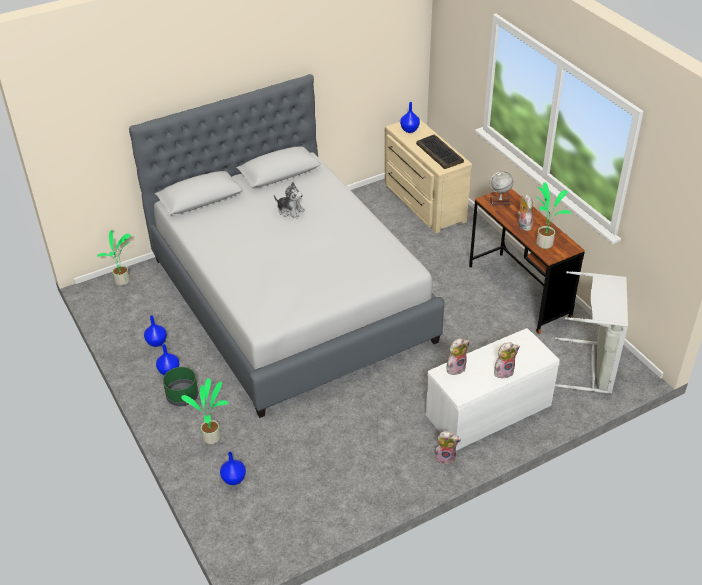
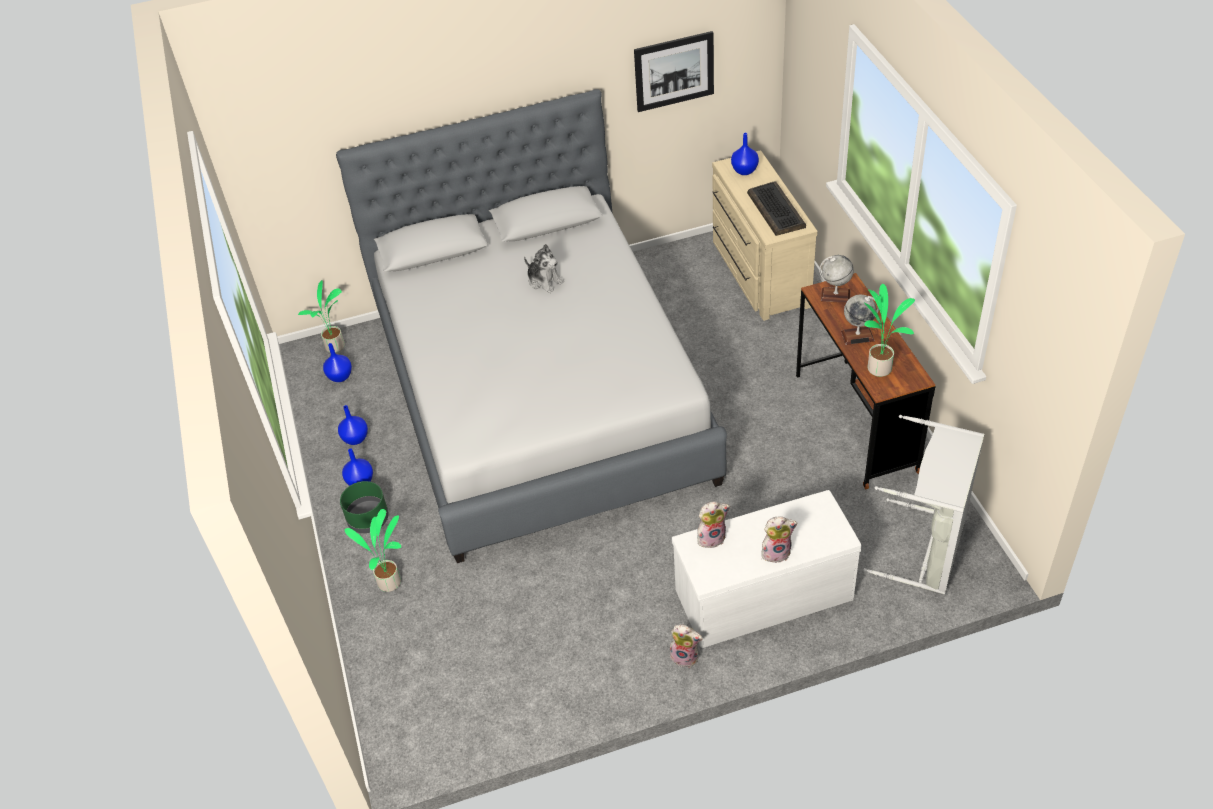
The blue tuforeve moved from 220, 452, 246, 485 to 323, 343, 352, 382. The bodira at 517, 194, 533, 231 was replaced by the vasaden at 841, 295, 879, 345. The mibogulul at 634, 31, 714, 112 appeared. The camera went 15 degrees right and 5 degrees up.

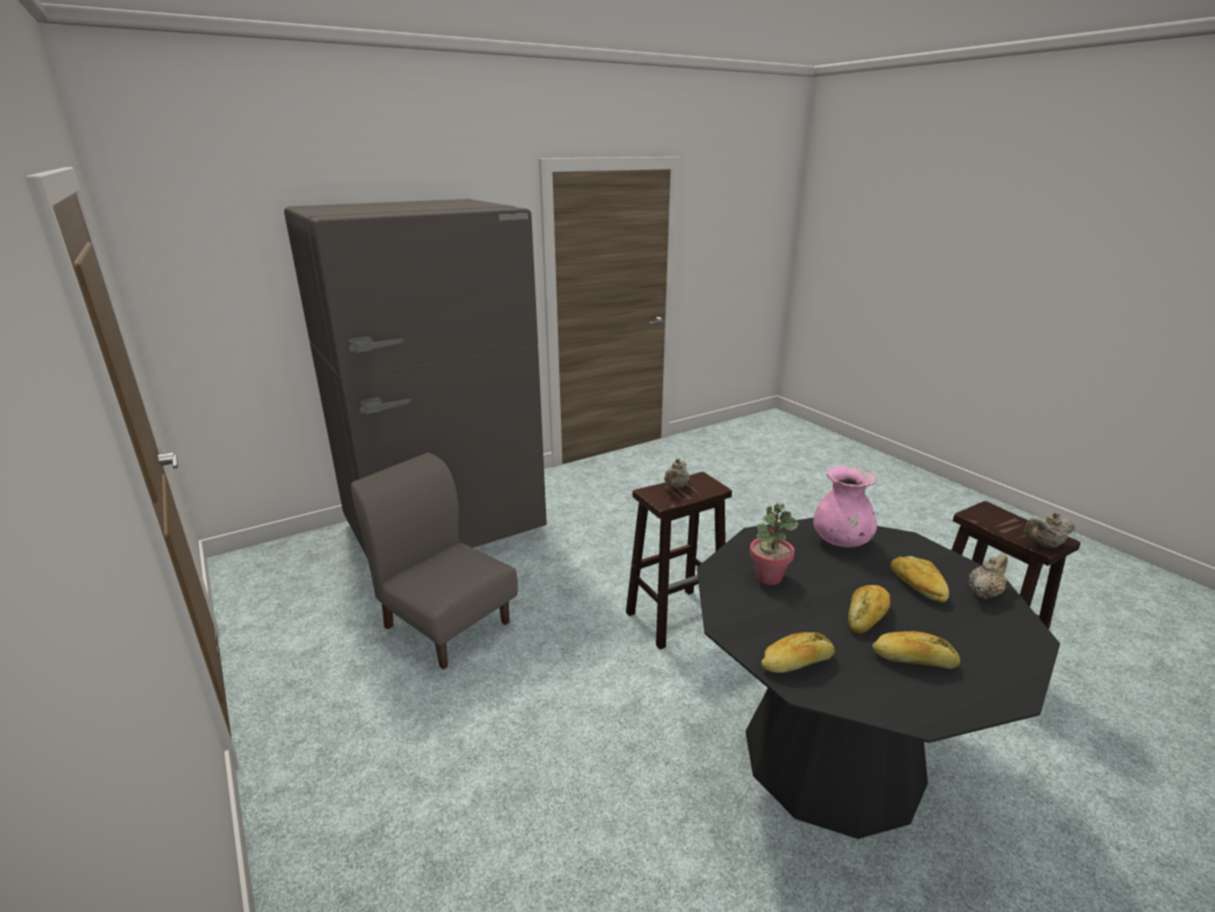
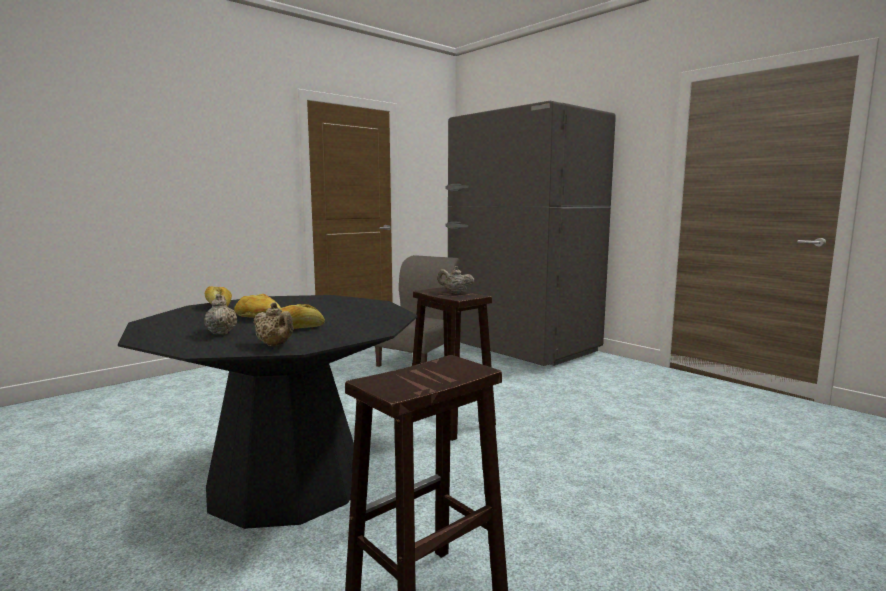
The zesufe at 750, 503, 799, 585 disappeared. The pink tuforeve at 813, 466, 877, 547 disappeared. The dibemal at 872, 631, 960, 669 disappeared. The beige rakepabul moved from 1024, 513, 1075, 548 to 204, 294, 237, 335. The camera went 80 degrees right and 15 degrees down.

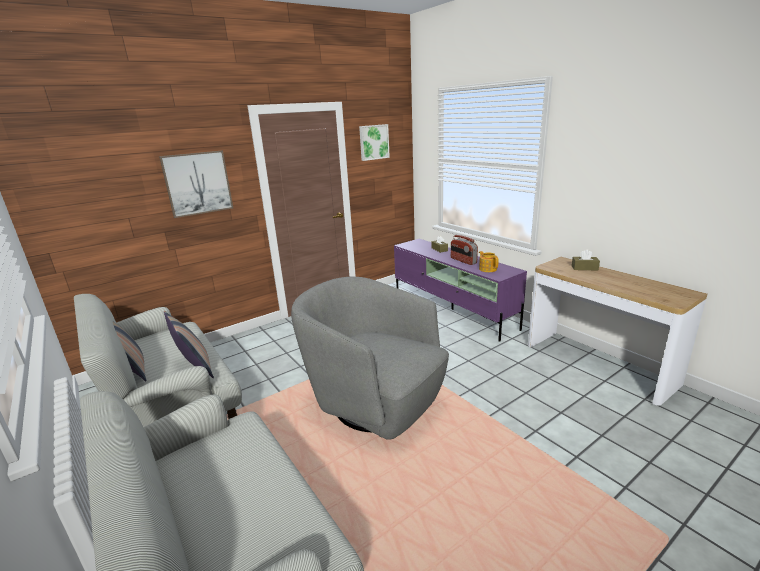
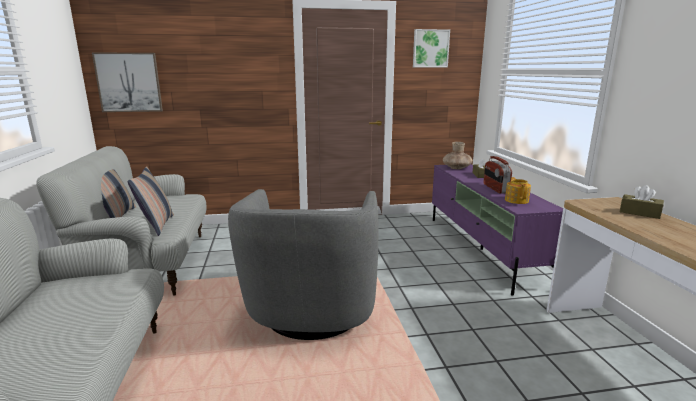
The mibogulul moved from 159, 151, 233, 218 to 92, 52, 163, 112. The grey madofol at 291, 277, 449, 440 turned 150 degrees counterclockwise. The brown tuforeve at 443, 142, 473, 169 appeared. The camera went 25 degrees right and 5 degrees down.

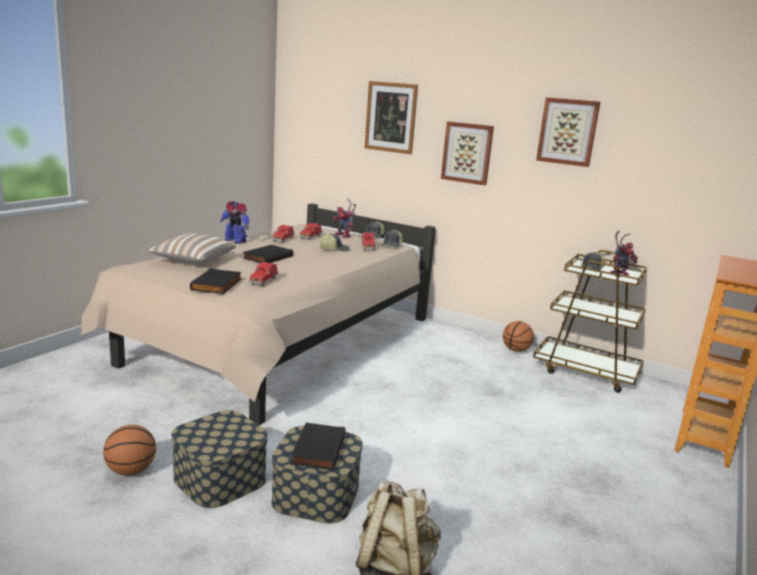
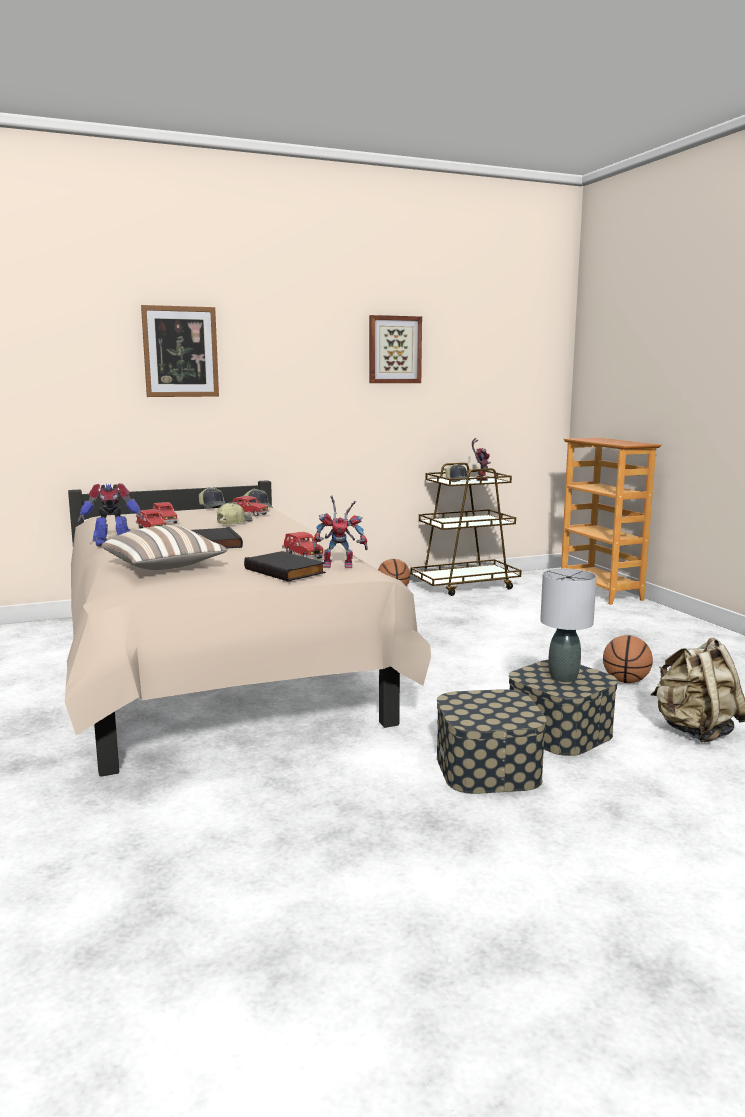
The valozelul moved from 103, 425, 156, 475 to 603, 635, 653, 683. The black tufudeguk at 290, 423, 346, 471 was replaced by the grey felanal at 540, 568, 597, 682. The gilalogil moved from 332, 199, 356, 238 to 314, 496, 368, 568. The mibogulul at 441, 122, 494, 185 disappeared. The camera went 50 degrees left and 5 degrees down.

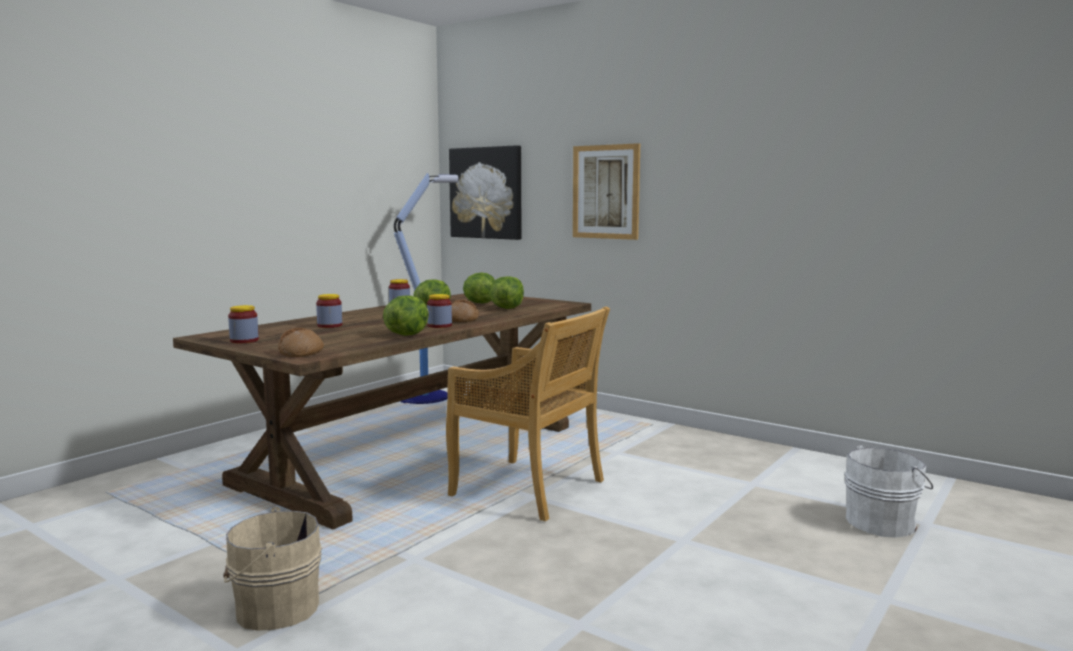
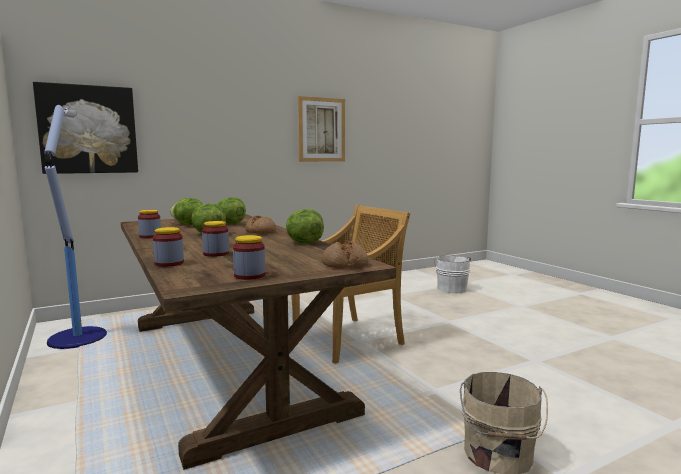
The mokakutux moved from 427, 294, 452, 328 to 153, 227, 184, 267. The mibogulul moved from 573, 143, 640, 240 to 298, 96, 345, 162. The camera went 65 degrees left and 0 degrees up.

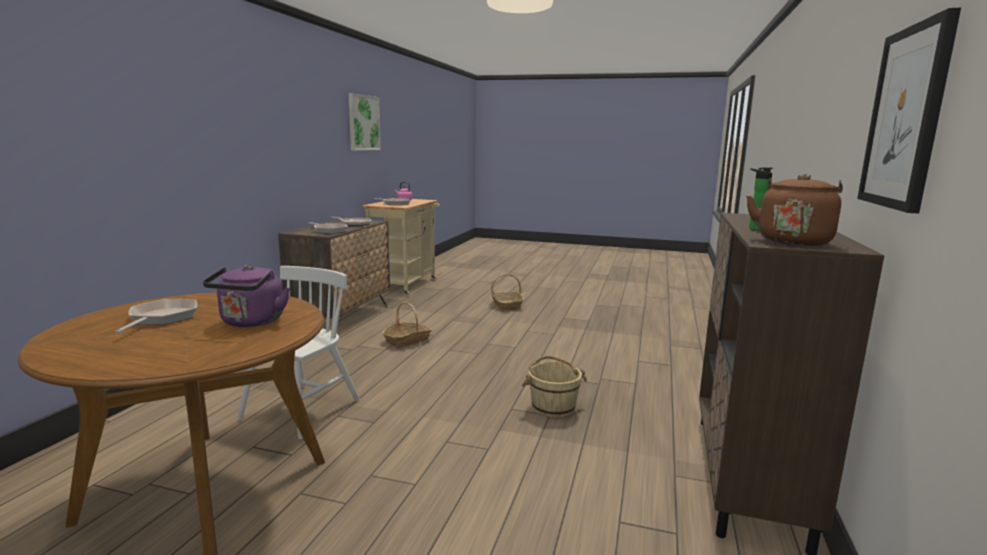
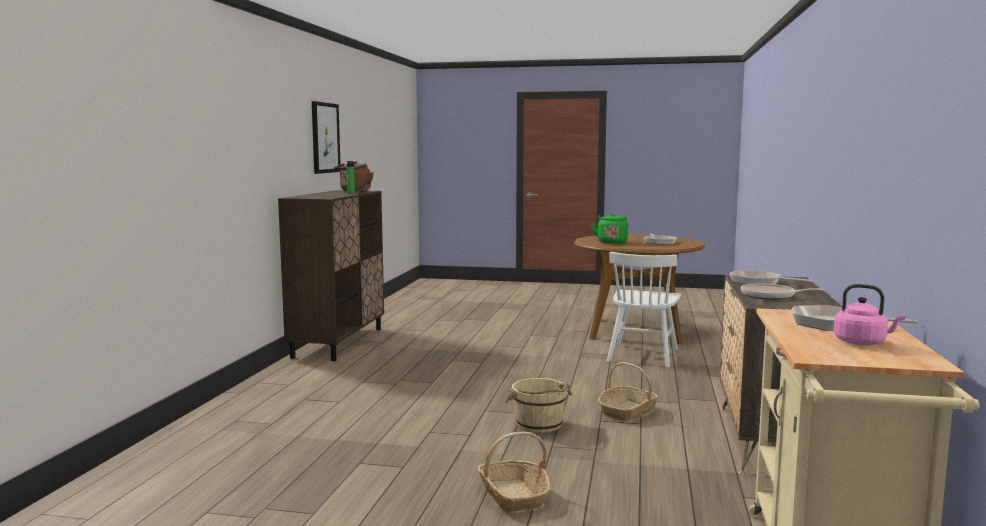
The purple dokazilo at 203, 265, 290, 327 became the green dokazilo at 591, 213, 628, 244. The mibogulul at 348, 93, 381, 151 disappeared. The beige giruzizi moved from 522, 356, 587, 417 to 505, 378, 572, 433. The camera went 175 degrees right and 5 degrees down.

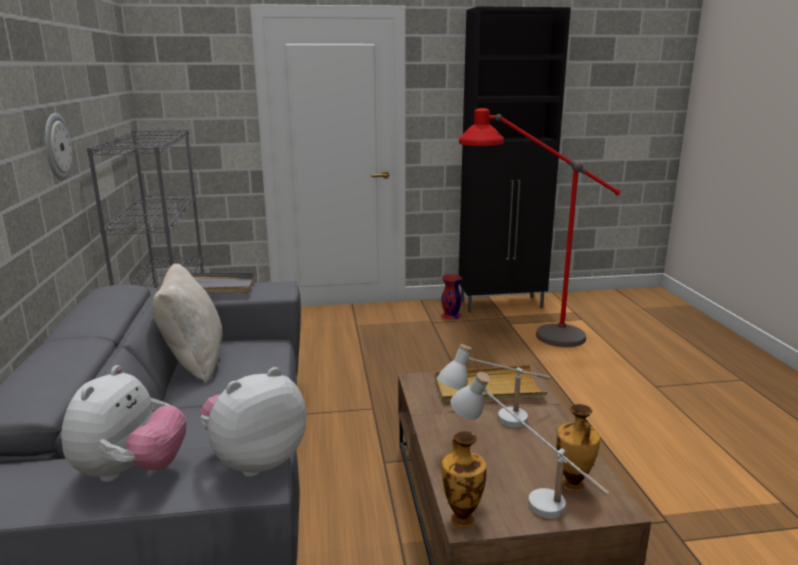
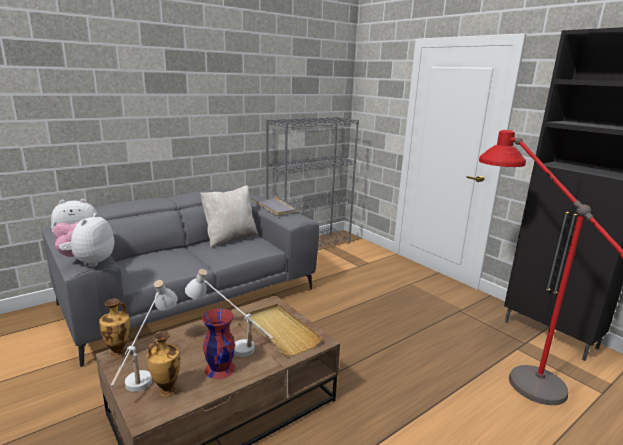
The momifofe at 44, 113, 73, 180 disappeared. The bodira at 200, 367, 306, 477 turned 105 degrees counterclockwise. The red tuforeve moved from 441, 274, 462, 320 to 202, 308, 235, 379. The camera went 60 degrees right and 0 degrees up.

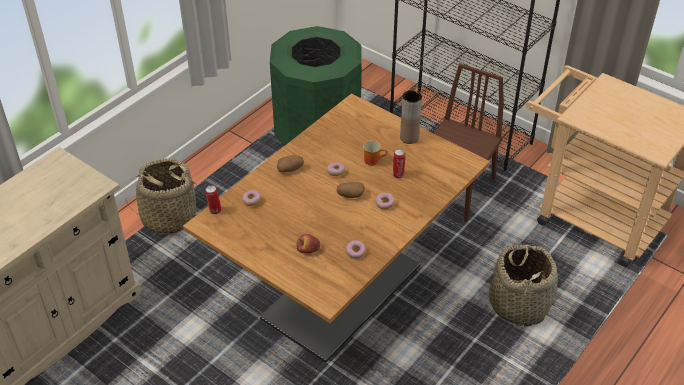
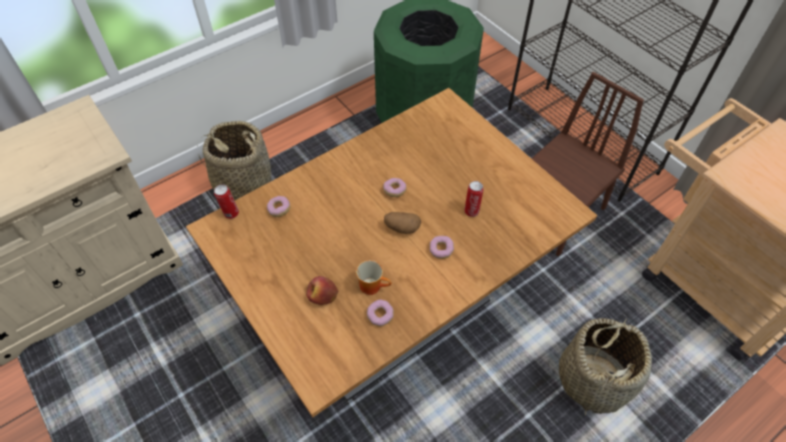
The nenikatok at 277, 155, 304, 173 disappeared. The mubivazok moved from 363, 140, 388, 166 to 356, 260, 392, 295. The brown tuforeve at 400, 90, 422, 144 disappeared. The camera went 15 degrees right and 10 degrees up.

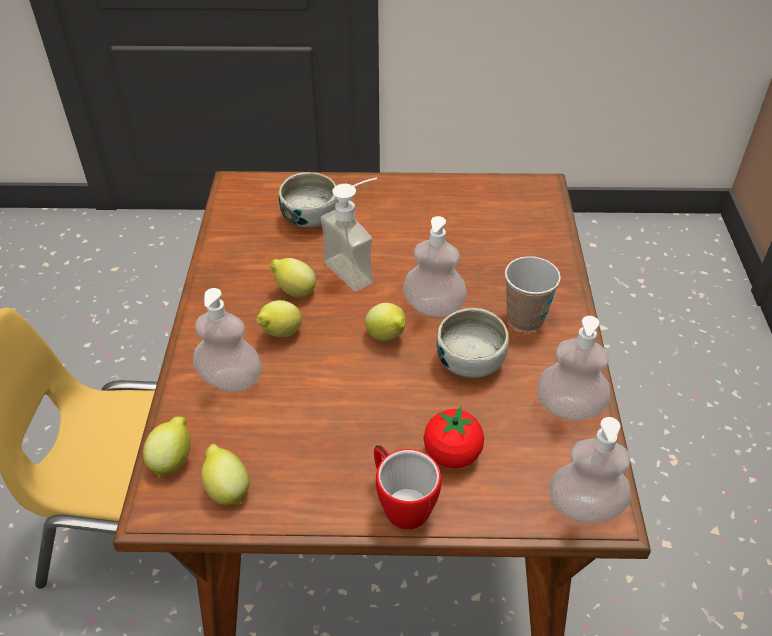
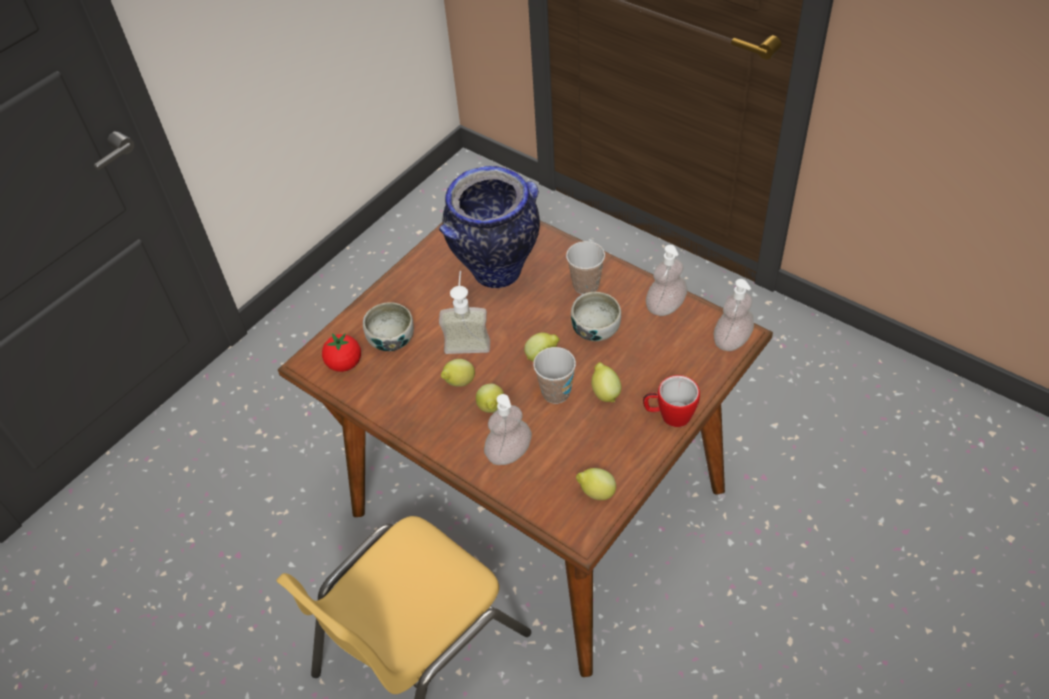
The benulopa moved from 143, 416, 190, 478 to 591, 362, 621, 402. The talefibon at 403, 216, 467, 317 disappeared. The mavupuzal moved from 424, 406, 484, 468 to 322, 333, 361, 372. The tuforeve at 439, 166, 540, 288 appeared. The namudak at 533, 347, 576, 404 appeared. The camera went 50 degrees left and 5 degrees up.

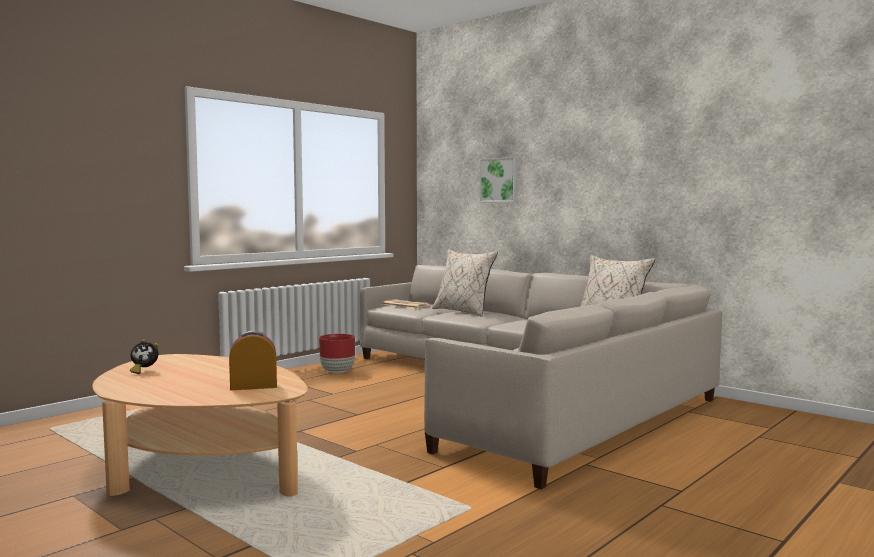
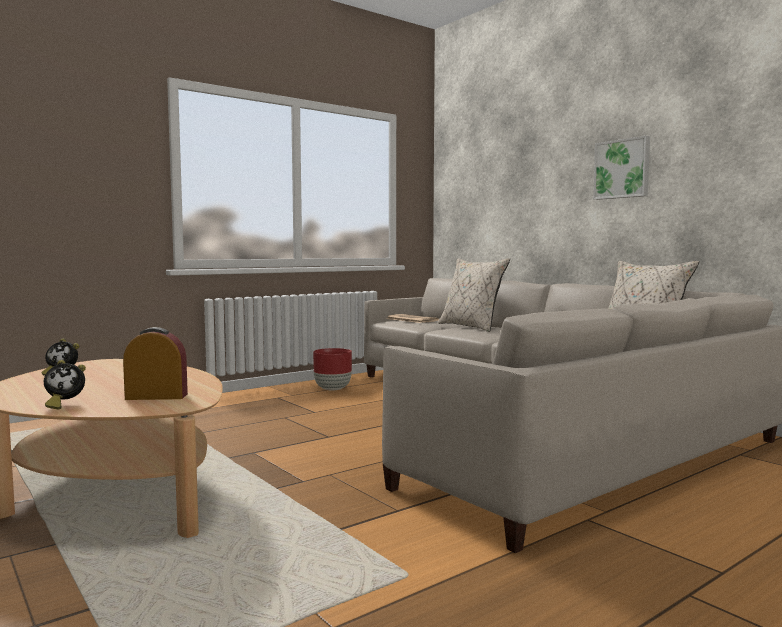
The mibogulul moved from 480, 157, 518, 202 to 593, 136, 650, 200. The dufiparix at 44, 360, 86, 409 appeared. The camera went 10 degrees right and 0 degrees up.

